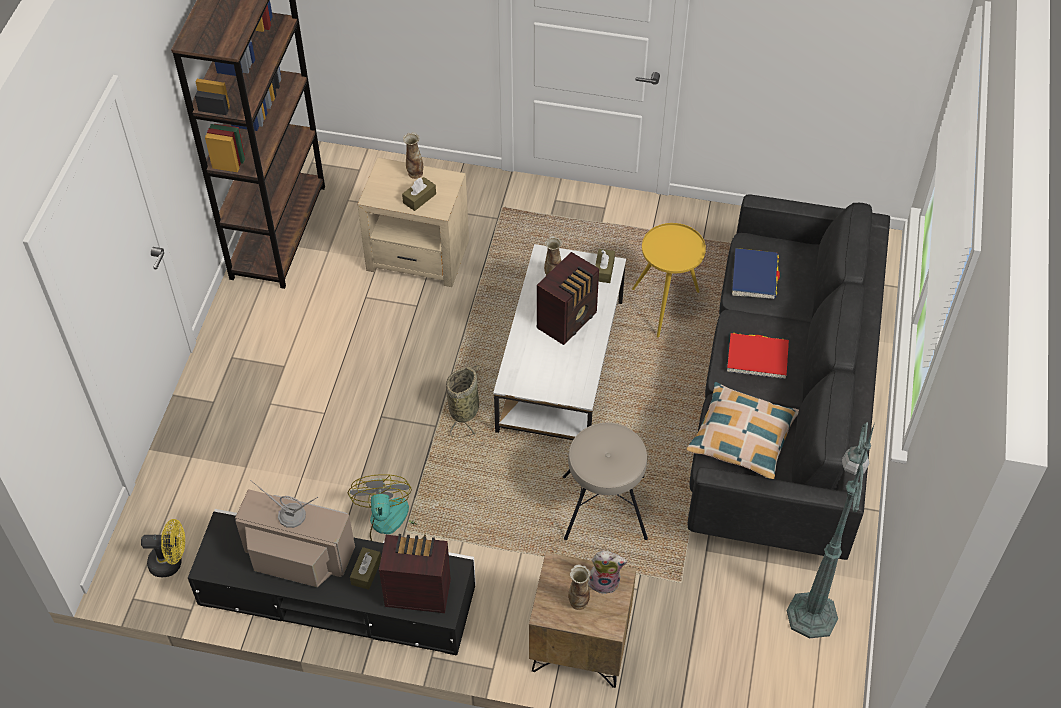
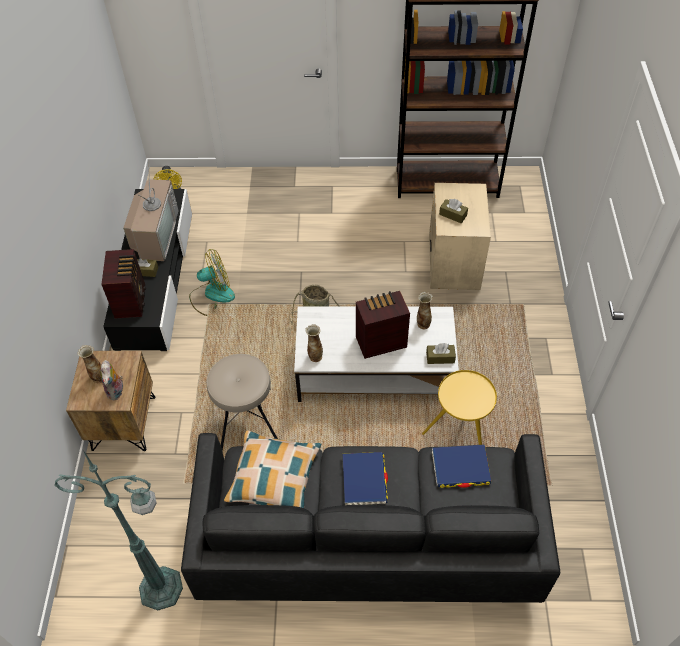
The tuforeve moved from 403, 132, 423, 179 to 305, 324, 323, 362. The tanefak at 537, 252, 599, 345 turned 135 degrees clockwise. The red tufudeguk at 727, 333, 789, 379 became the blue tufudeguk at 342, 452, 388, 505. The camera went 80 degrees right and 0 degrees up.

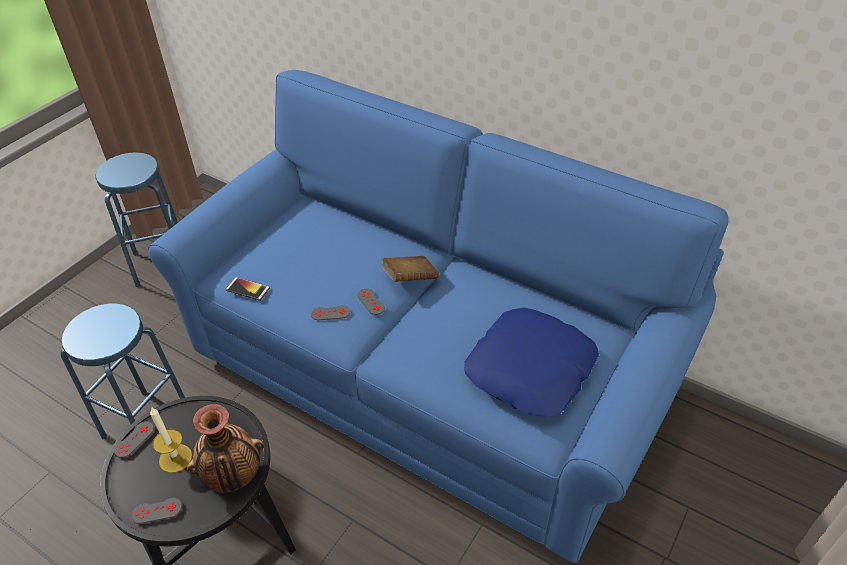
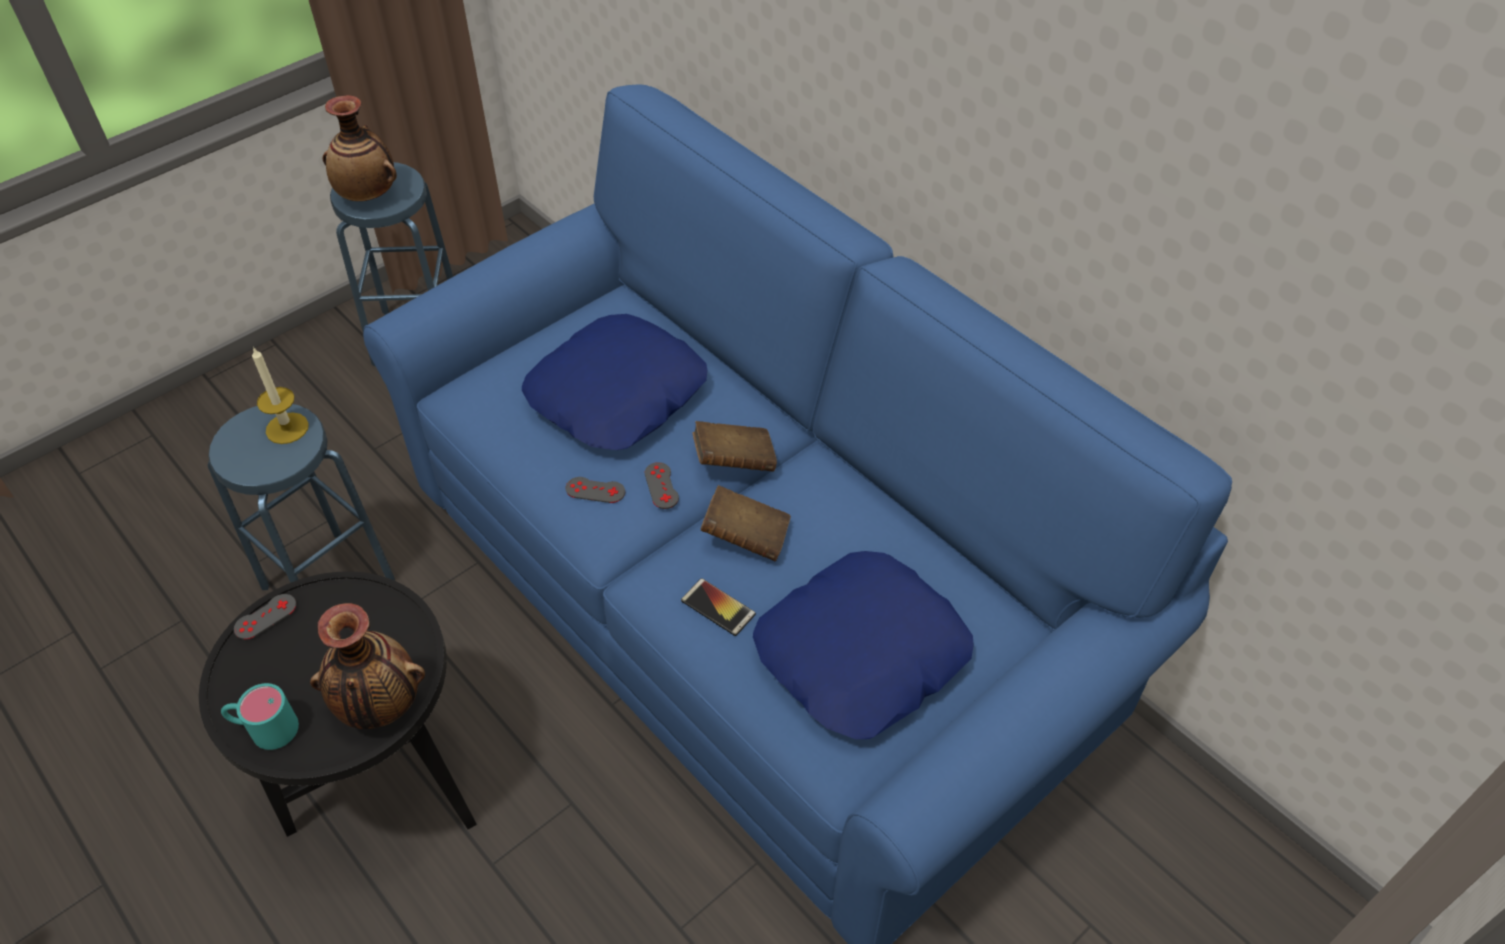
The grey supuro at 132, 498, 182, 524 was replaced by the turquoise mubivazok at 221, 683, 299, 750. The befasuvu moved from 150, 407, 192, 473 to 252, 347, 309, 444. The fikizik moved from 225, 277, 270, 301 to 681, 578, 756, 636. The tuforeve at 323, 95, 397, 201 appeared. The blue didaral at 522, 314, 707, 450 appeared. The brown tufudeguk at 701, 485, 791, 562 appeared. The camera went 15 degrees right and 5 degrees up.

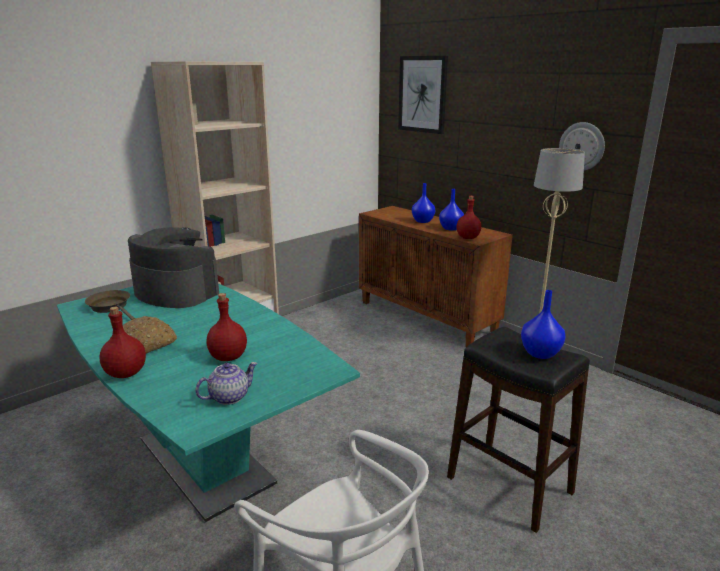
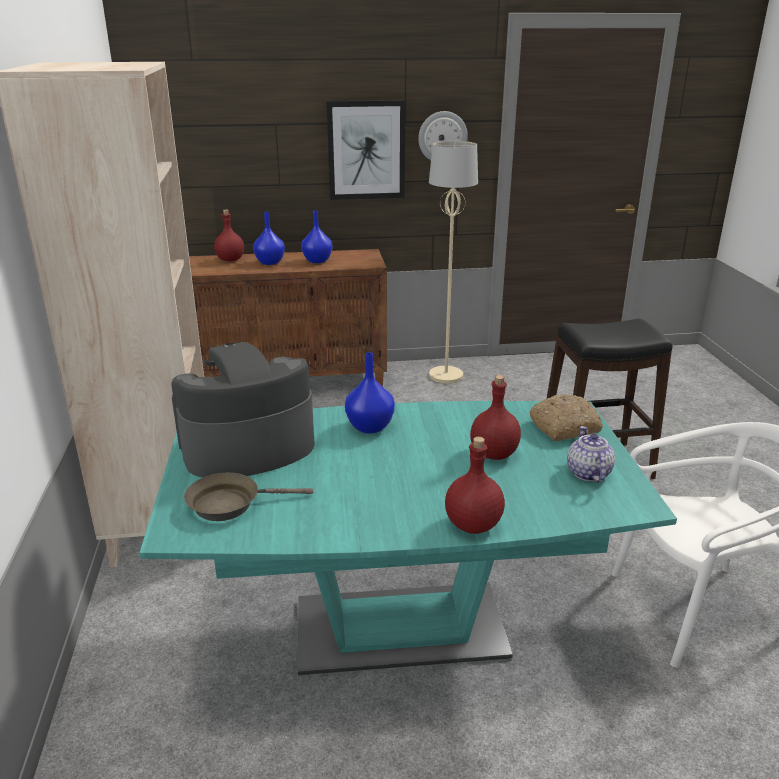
The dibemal moved from 123, 316, 177, 354 to 530, 394, 603, 441. The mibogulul moved from 398, 56, 448, 134 to 326, 100, 406, 200. The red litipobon moved from 457, 196, 481, 239 to 214, 209, 244, 262. The blue tuforeve moved from 521, 290, 565, 359 to 345, 352, 395, 434. The camera went 55 degrees left and 5 degrees up.

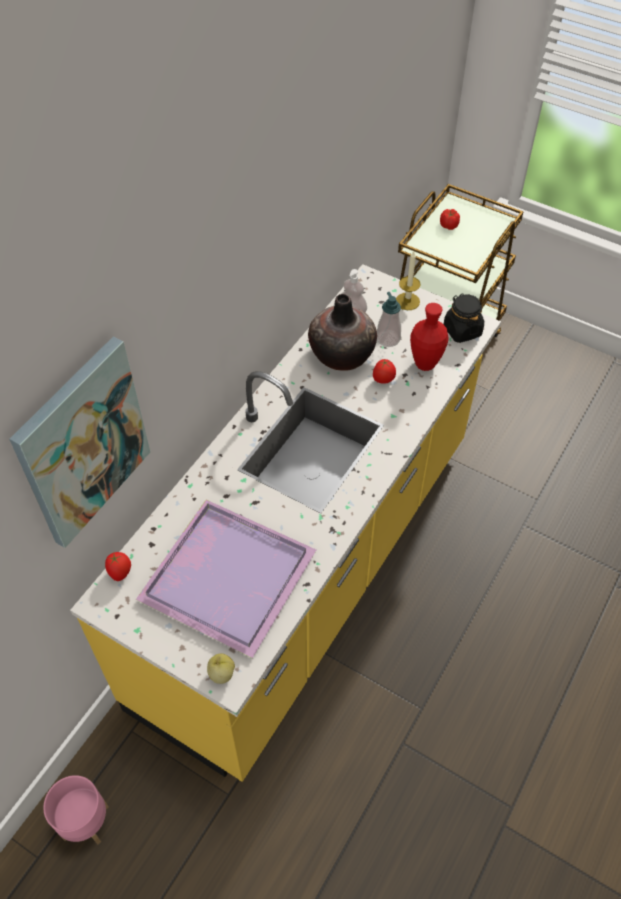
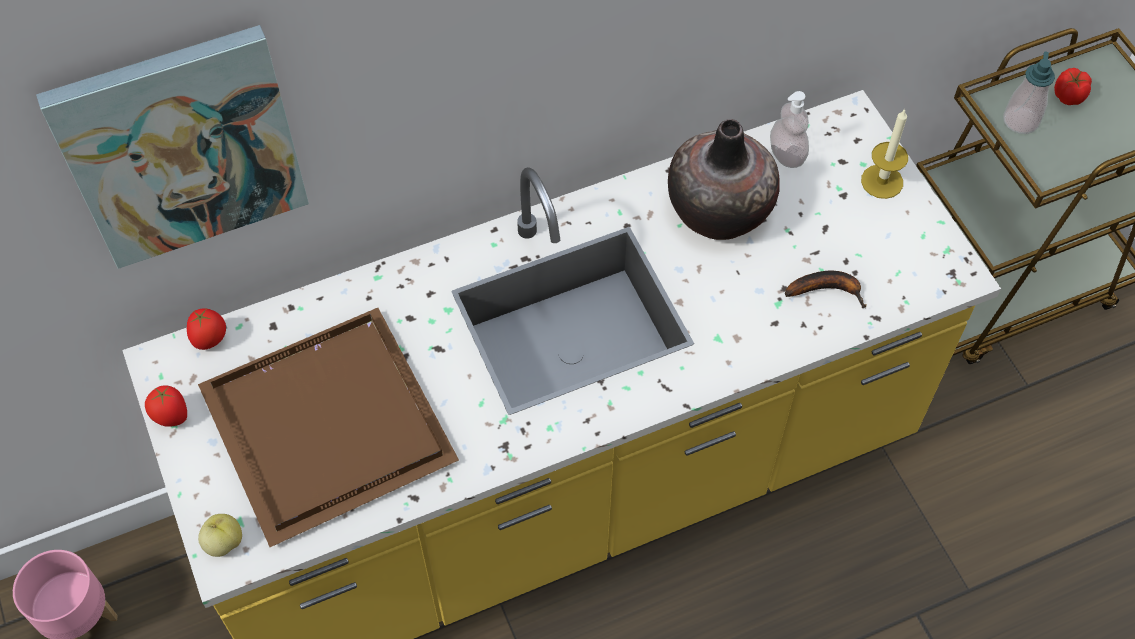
The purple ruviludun at 136, 500, 316, 658 became the brown ruviludun at 198, 308, 459, 547. The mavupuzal moved from 373, 359, 396, 384 to 145, 385, 187, 427. The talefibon moved from 377, 292, 401, 347 to 1003, 52, 1055, 134. The red tuforeve at 410, 303, 449, 371 was replaced by the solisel at 785, 271, 866, 308. The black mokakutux at 444, 293, 484, 343 disappeared. The camera went 35 degrees right and 5 degrees up.

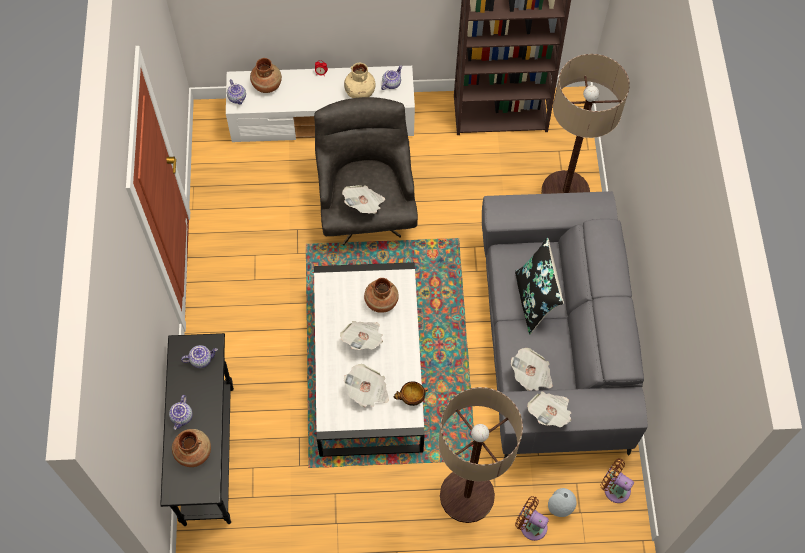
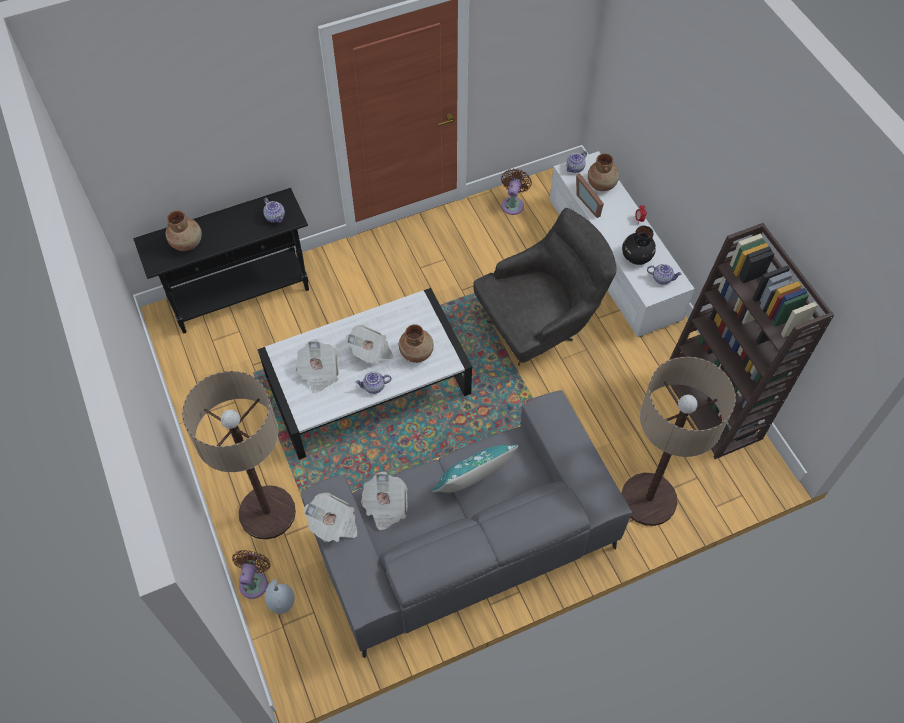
The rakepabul moved from 169, 395, 193, 430 to 355, 372, 392, 394. The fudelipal at 342, 185, 385, 214 disappeared. The beige tuforeve at 344, 63, 376, 98 became the black tuforeve at 622, 226, 656, 265. The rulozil at 394, 381, 428, 406 disappeared. The black didaral at 515, 237, 564, 334 became the turquoise didaral at 432, 445, 519, 493. The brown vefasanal moved from 600, 459, 634, 503 to 501, 169, 532, 215. The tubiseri at 576, 173, 604, 218 appeared. The camera went 70 degrees right and 5 degrees down.

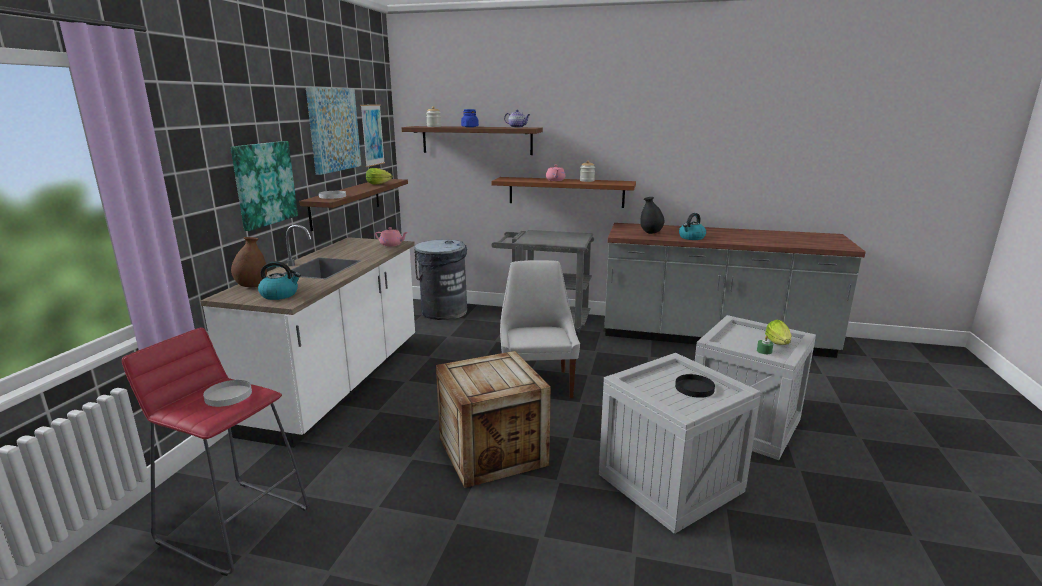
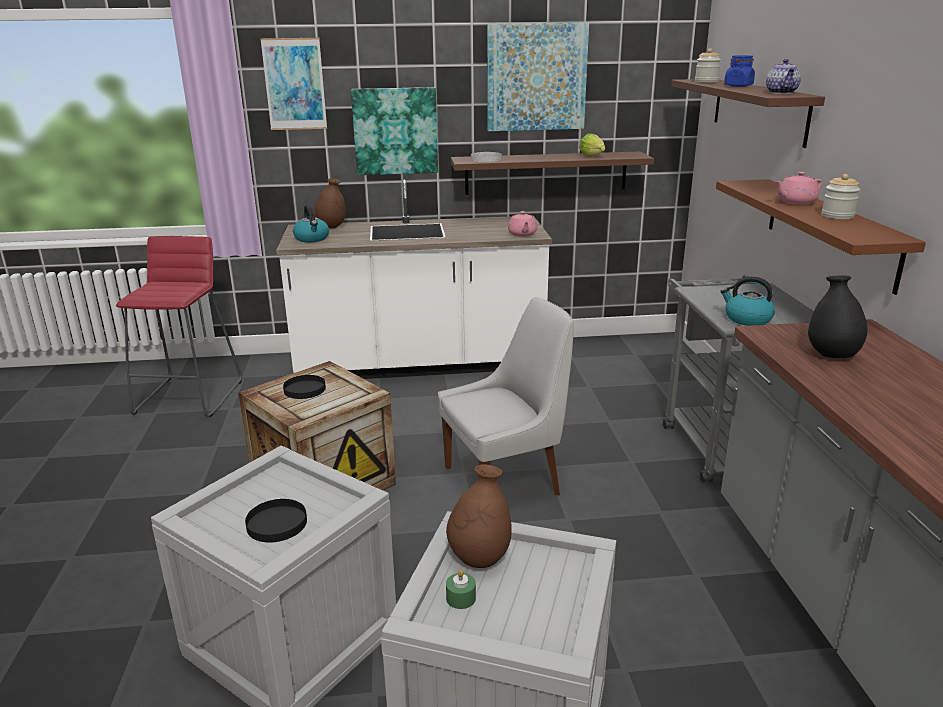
The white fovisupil at 203, 380, 252, 407 disappeared. The mibogulul moved from 360, 104, 385, 167 to 260, 38, 327, 130. The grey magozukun at 414, 240, 467, 320 disappeared. The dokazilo moved from 679, 213, 706, 240 to 720, 276, 775, 326. The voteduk at 765, 320, 792, 345 disappeared. The black fovisupil at 283, 375, 326, 399 appeared. The brown tuforeve at 446, 464, 512, 568 appeared. The camera went 70 degrees right and 5 degrees up.

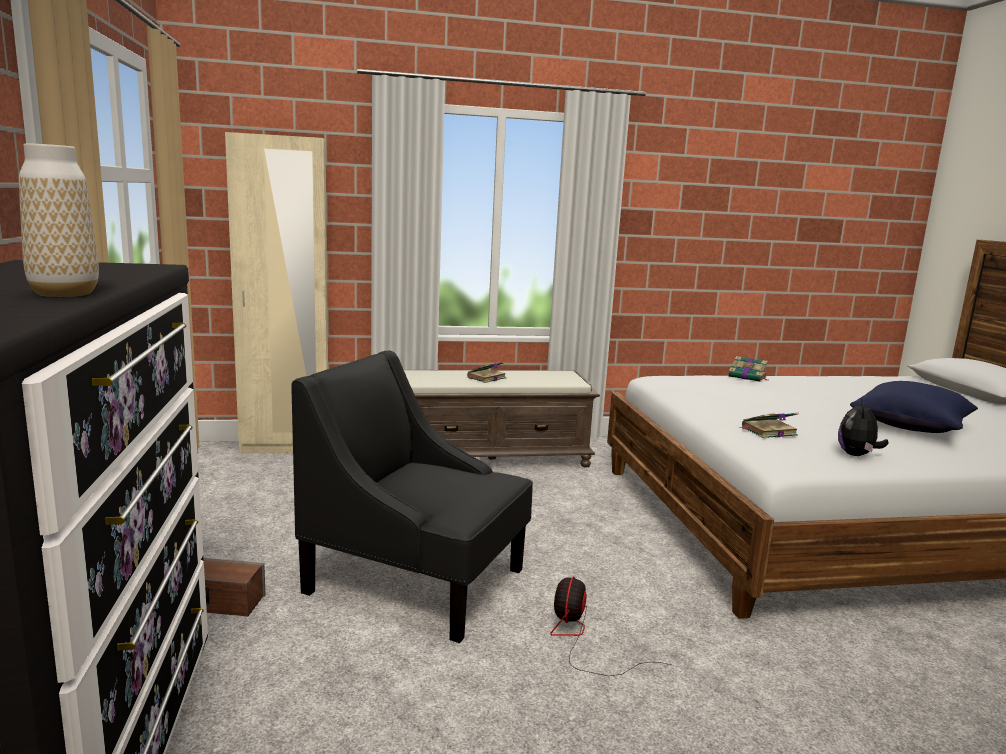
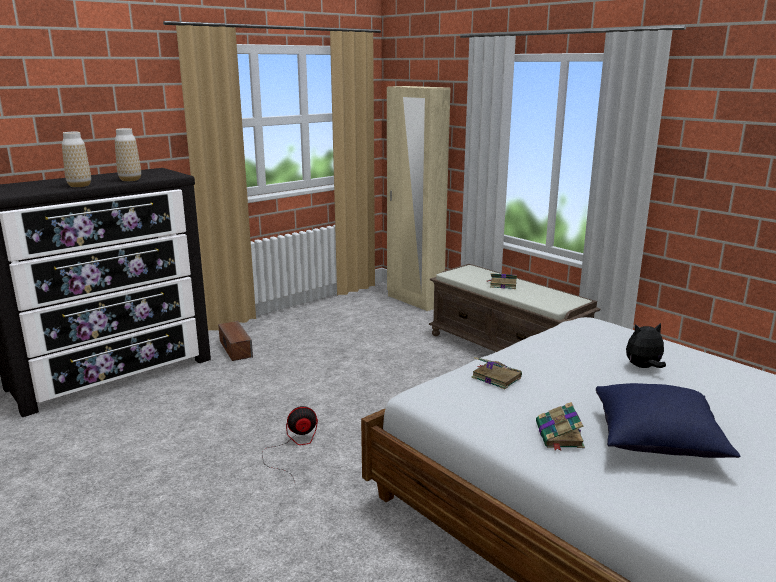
The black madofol at 292, 350, 533, 643 disappeared. The tufudeguk moved from 728, 356, 768, 382 to 536, 402, 585, 450. The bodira moved from 838, 399, 889, 456 to 626, 323, 666, 368. The tuforeve at 115, 128, 141, 181 appeared. The camera went 60 degrees right and 5 degrees up.

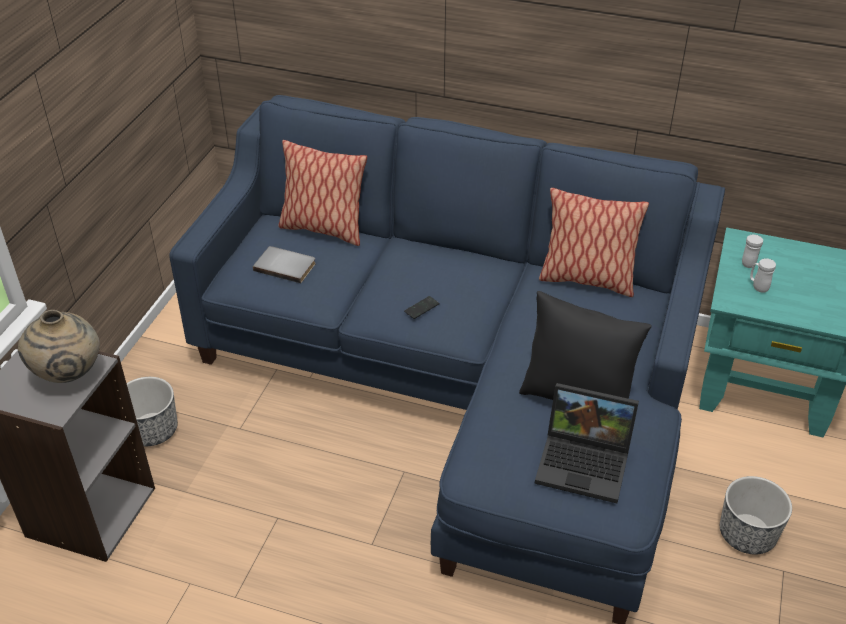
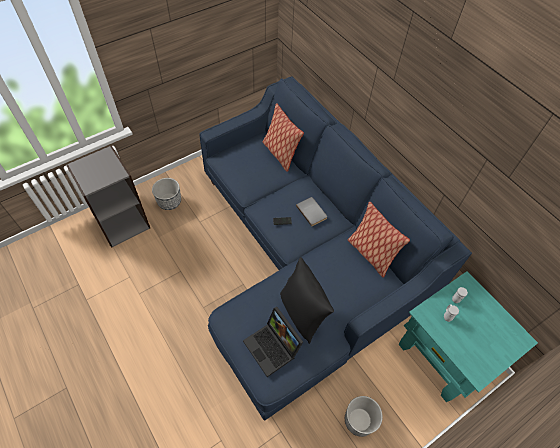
The beige tuforeve at 18, 310, 100, 383 disappeared. The grey tufudeguk moved from 253, 246, 316, 283 to 296, 197, 327, 227. The camera went 35 degrees right and 15 degrees up.

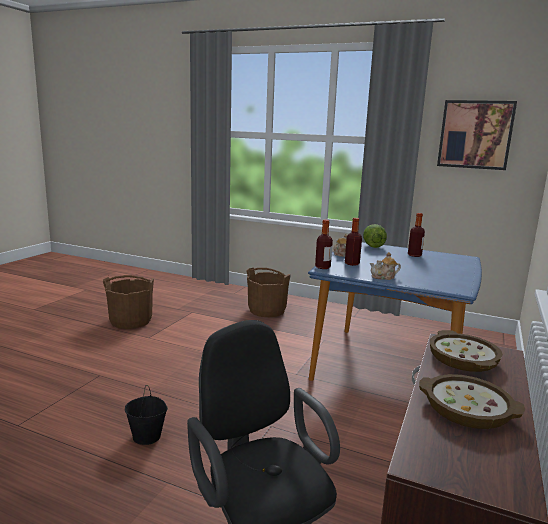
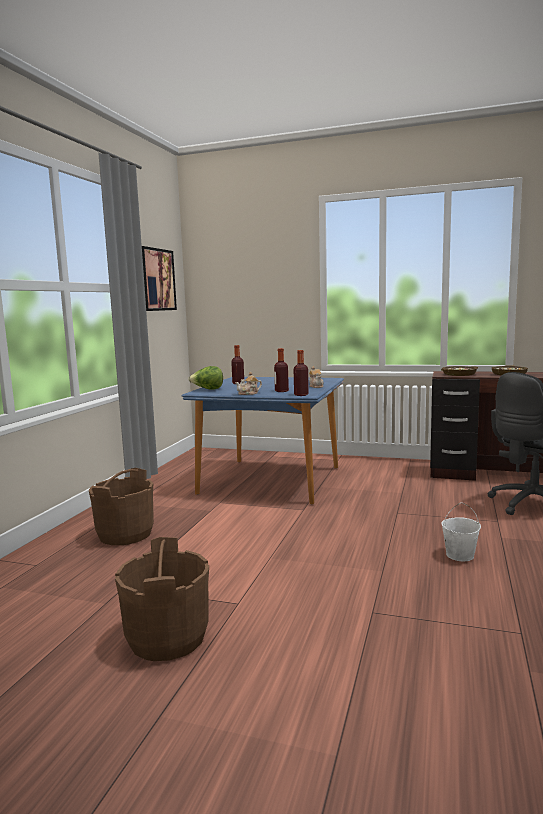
The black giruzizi at 125, 385, 168, 445 became the white giruzizi at 441, 503, 481, 561. The camera went 95 degrees left and 5 degrees down.

